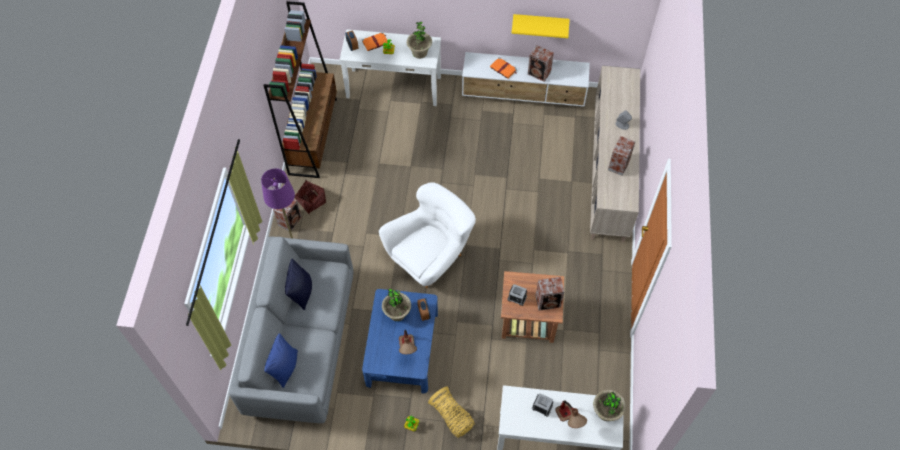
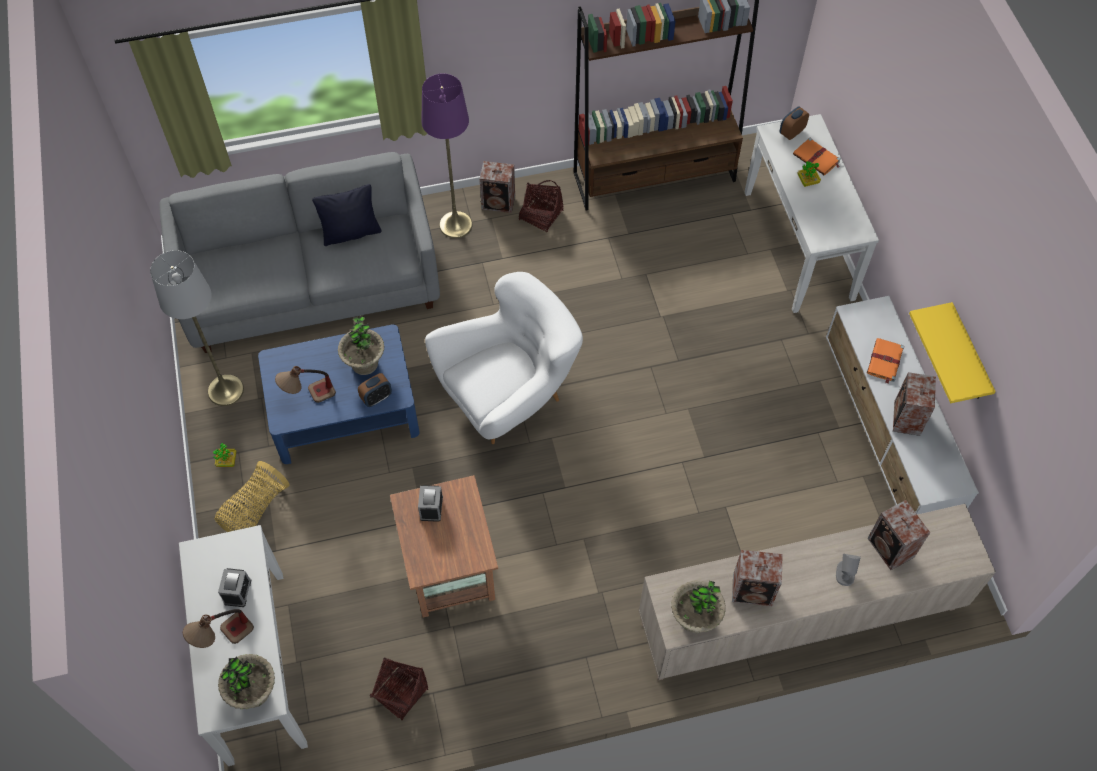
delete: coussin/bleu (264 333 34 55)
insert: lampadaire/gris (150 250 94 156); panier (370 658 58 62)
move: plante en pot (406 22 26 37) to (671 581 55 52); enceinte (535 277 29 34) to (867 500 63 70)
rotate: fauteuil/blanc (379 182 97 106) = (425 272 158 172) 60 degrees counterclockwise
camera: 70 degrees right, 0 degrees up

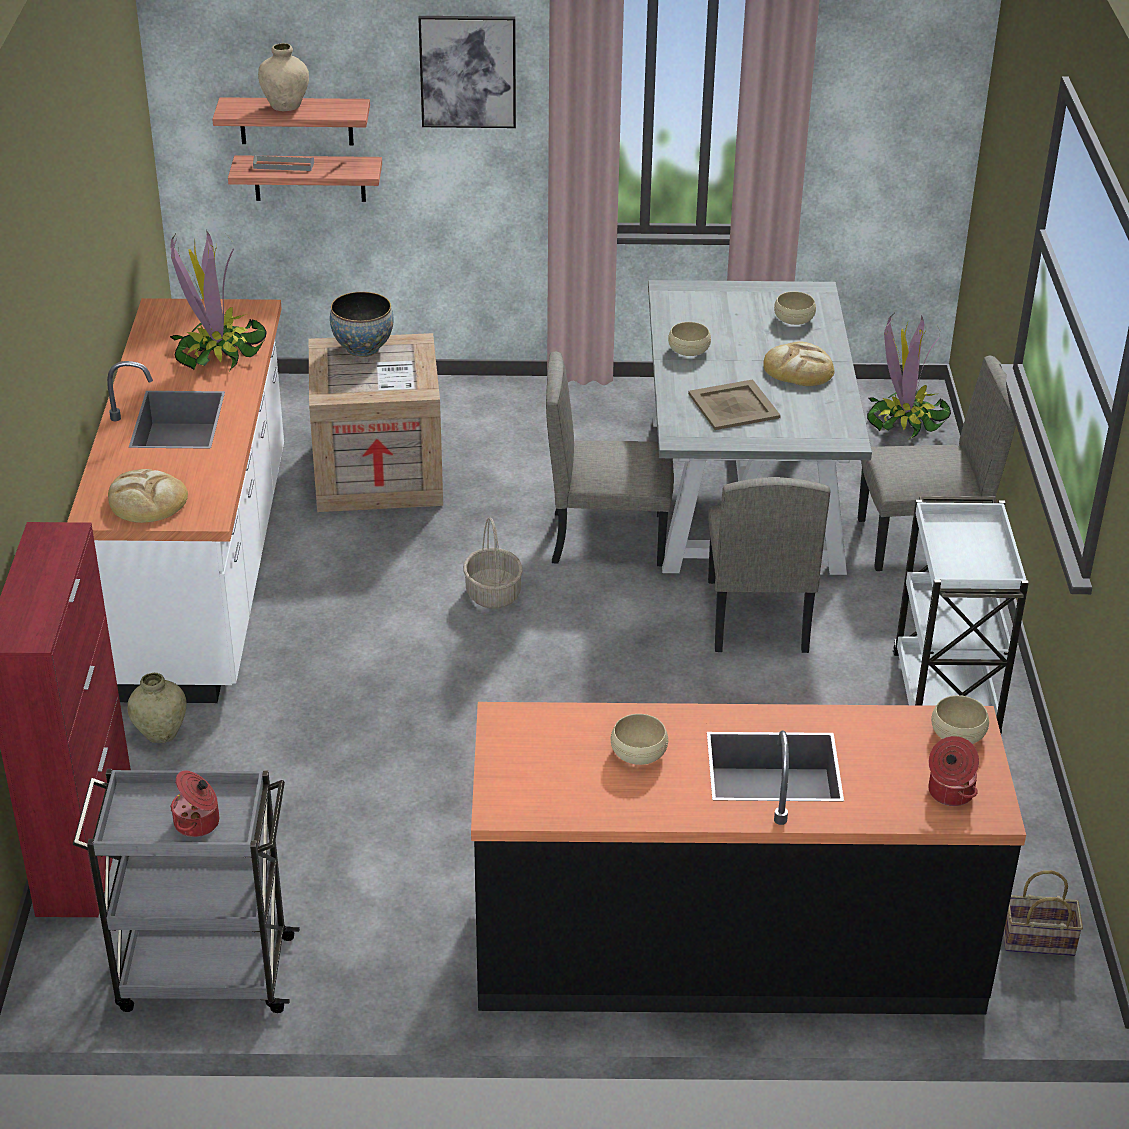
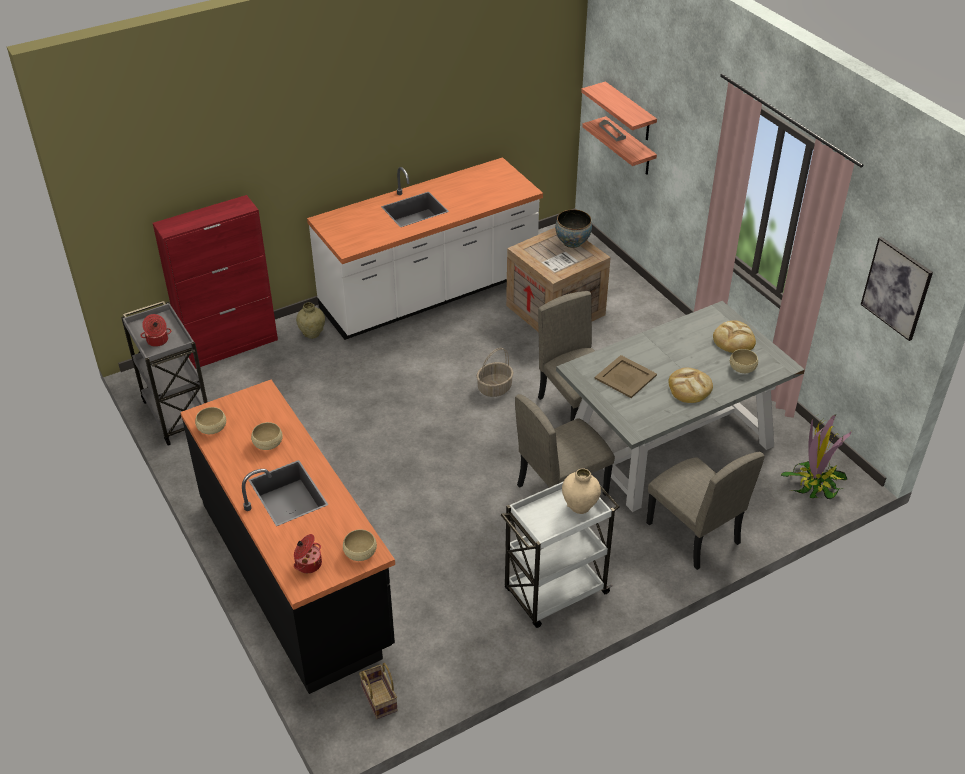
delete: plante en pot (170 230 97 141)
move: bol/beige (668 322 43 34) to (195 407 31 27); vase/beige (258 43 51 68) to (562 468 39 46); pain (108 469 80 54) to (713 320 43 33); tableau (418 16 98 112) to (861 237 72 104)
camera: 60 degrees right, 5 degrees up

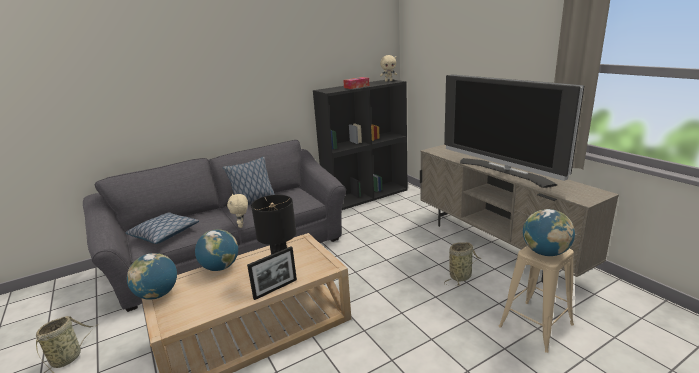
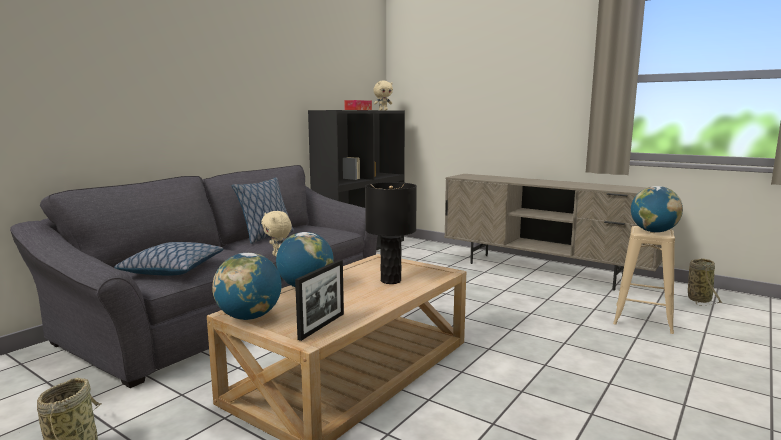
delete: téléviseur (444 74 140 114)
move: cadre photo (247 247 50 53) to (295 260 49 81); panier (444 242 37 44) to (688 258 34 48)
camera: 25 degrees left, 10 degrees down

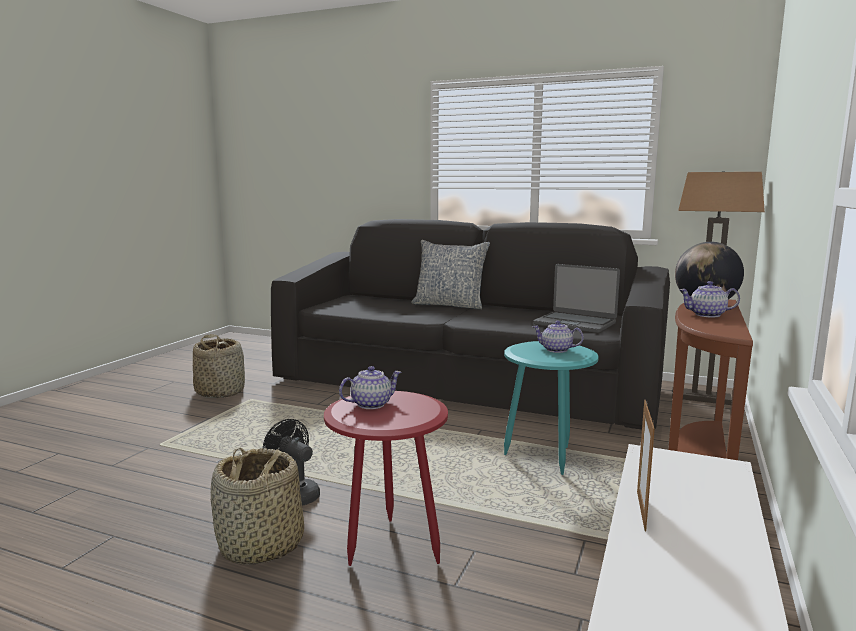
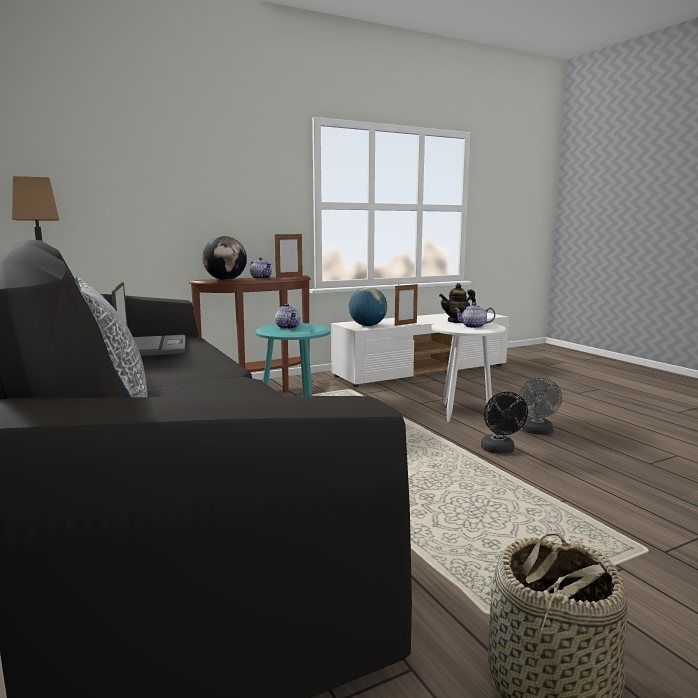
insert: cadre photo (275 234 28 44); globe (349 287 38 39); théière (439 283 37 40)
replace: panier (211 447 93 118) to ventilateur/gris (519 377 43 58)
recolor: table d'appoint/rouge (324 391 124 175) to table d'appoint/blanc (431 321 75 101)
camera: 140 degrees left, 0 degrees up

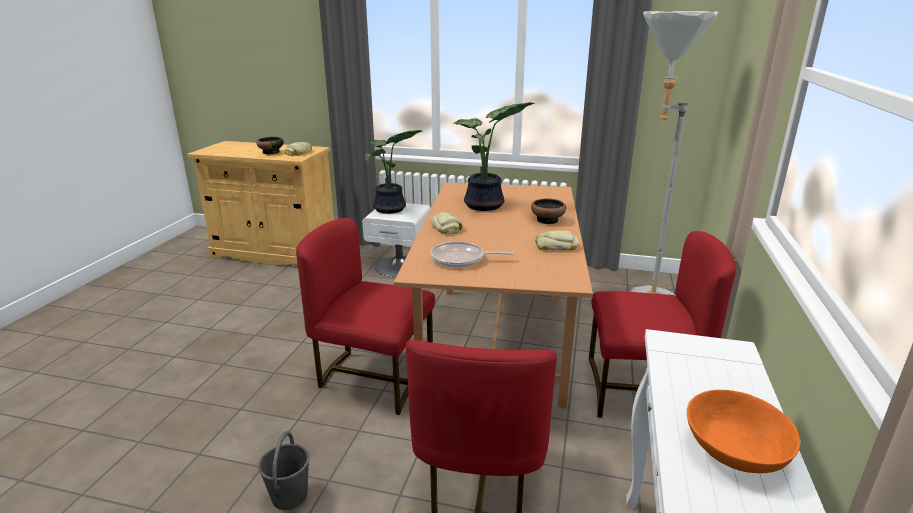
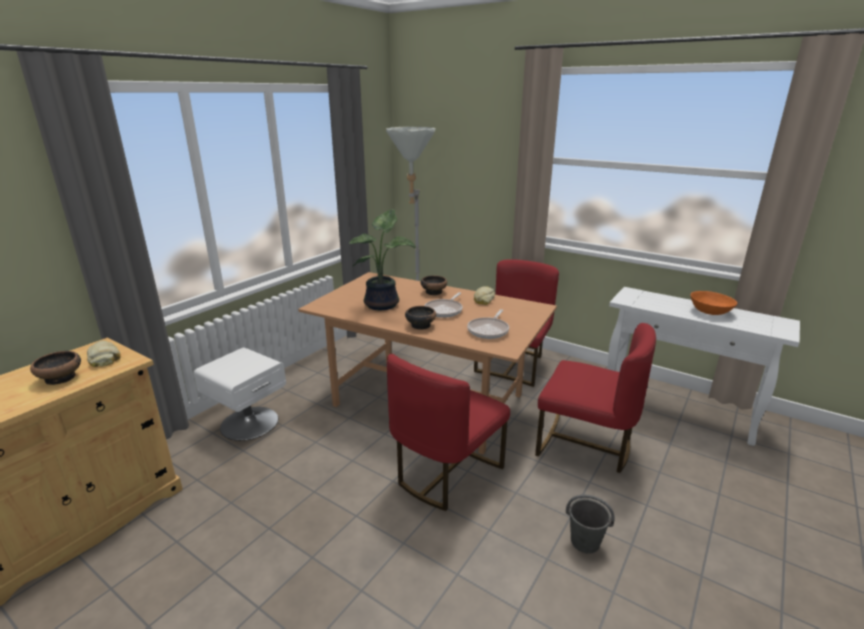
delete: plante en pot (365 130 57 84)
insert: poêle (424 292 39 26)
replace: pain (430 212 33 22) to bol (405 306 31 24)
camera: 70 degrees left, 0 degrees up

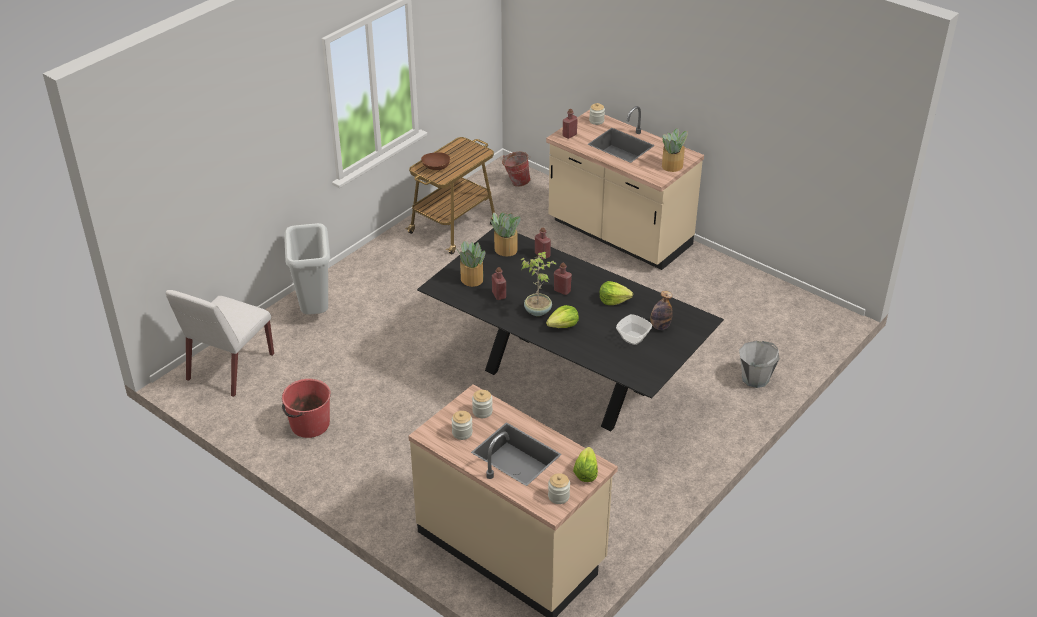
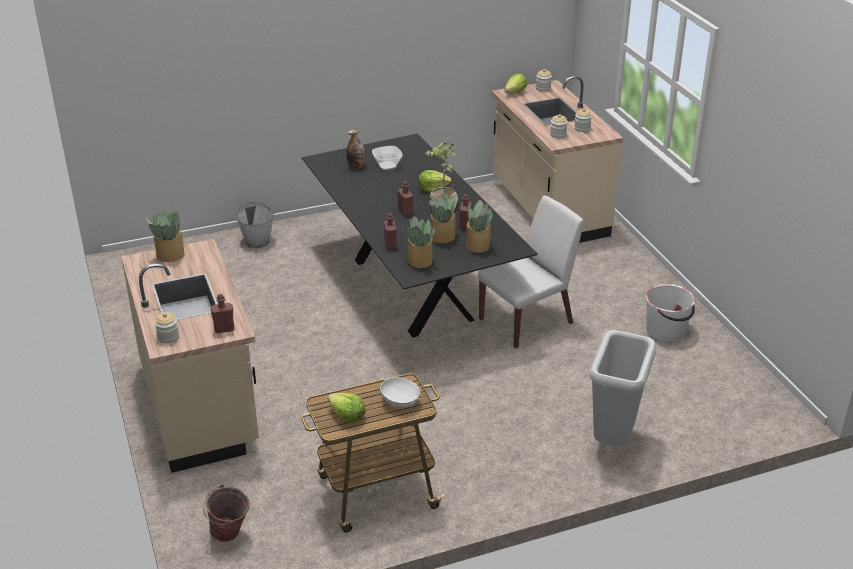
insert: plante en pot (429 192 29 51)
move: laitue (599 281 34 24) to (328 393 38 30); chaise/blanc (166 290 108 107) to (477 196 107 152)
recolor: bol/marron (421 152 29 18) to bol/blanc (380 377 41 31); seau/rouge (282 379 49 59) to seau/blanc (646 284 49 58)
camera: 150 degrees left, 5 degrees down

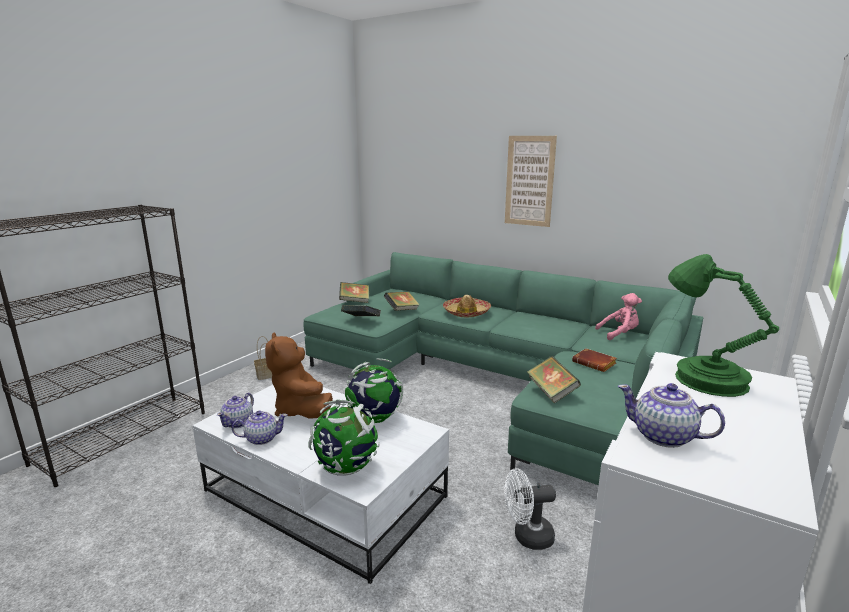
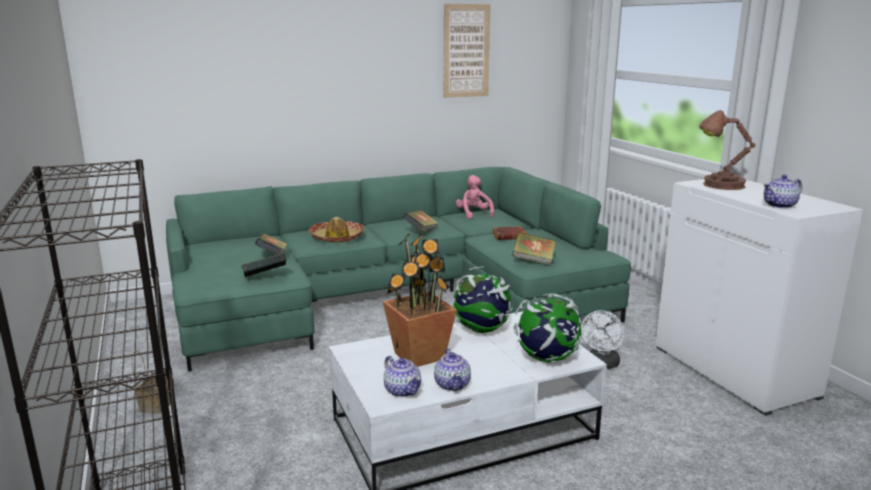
move: livre (339 282 30 21) to (403 210 36 22); tableau (505 136 52 91) to (444 4 46 94)
replace: peluche/marron (265 332 68 87) to plante en pot (382 231 75 136)
recolor: lampe de table/vert (668 254 111 143) to lampe de table/marron (699 110 56 80)
rotate: théière (232 411 56 34) = (434 349 37 42) 150 degrees clockwise; peluche/rose (595 293 47 47) = (456 175 38 44) 45 degrees counterclockwise
camera: 55 degrees left, 0 degrees up

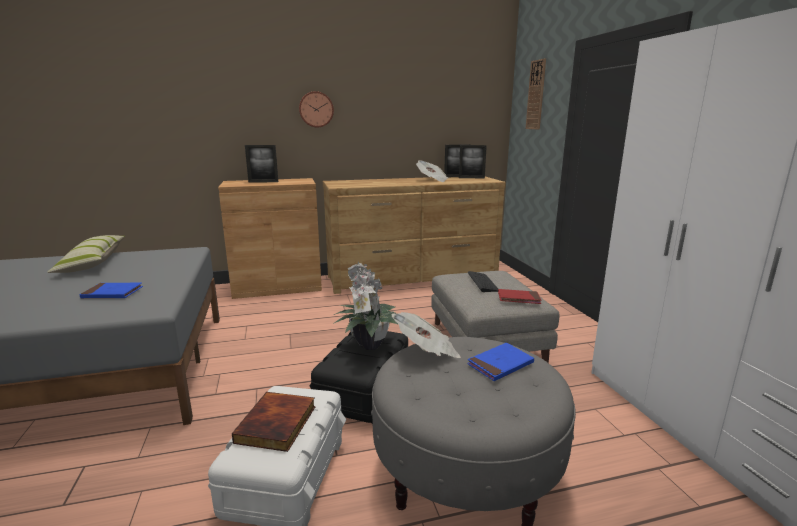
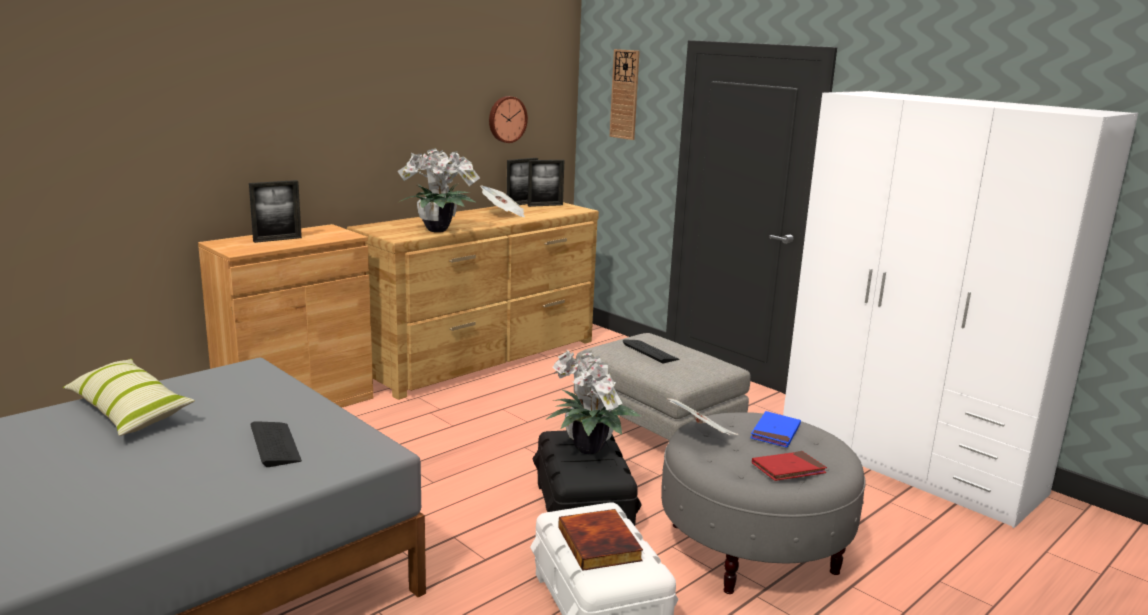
insert: plante en pot (397 148 83 84)
move: horloge murale (299 91 35 37) to (489 96 39 47); livre/rouge (498 289 44 15) to (752 451 75 30)
replace: livre/bleu (80 283 63 15) to clavier (250 421 52 46)
camera: 30 degrees left, 0 degrees up

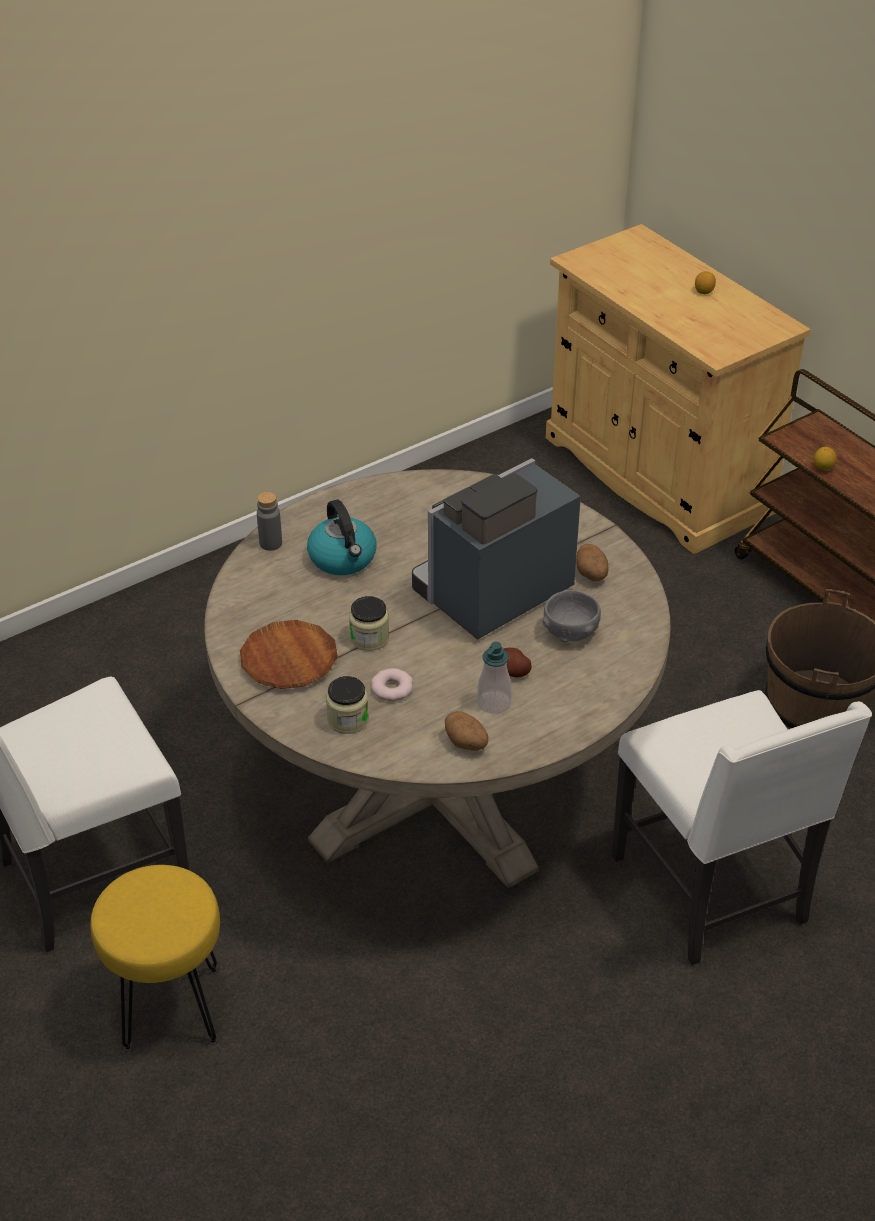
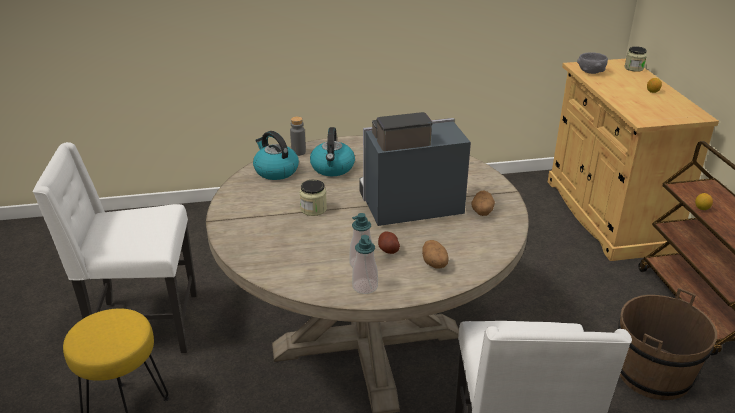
delete: assiette/marron (240 620 98 69); beignet (371 668 42 33)
insert: bouilloire (253 131 46 49); distributeur de savon (352 235 26 59)
move: pomme de terre (445 711 43 40) to (422 240 27 29); bol/gris (543 590 58 53) to (577 52 31 22); bocal (326 676 42 58) to (624 46 23 26)
camera: 25 degrees right, 10 degrees down

